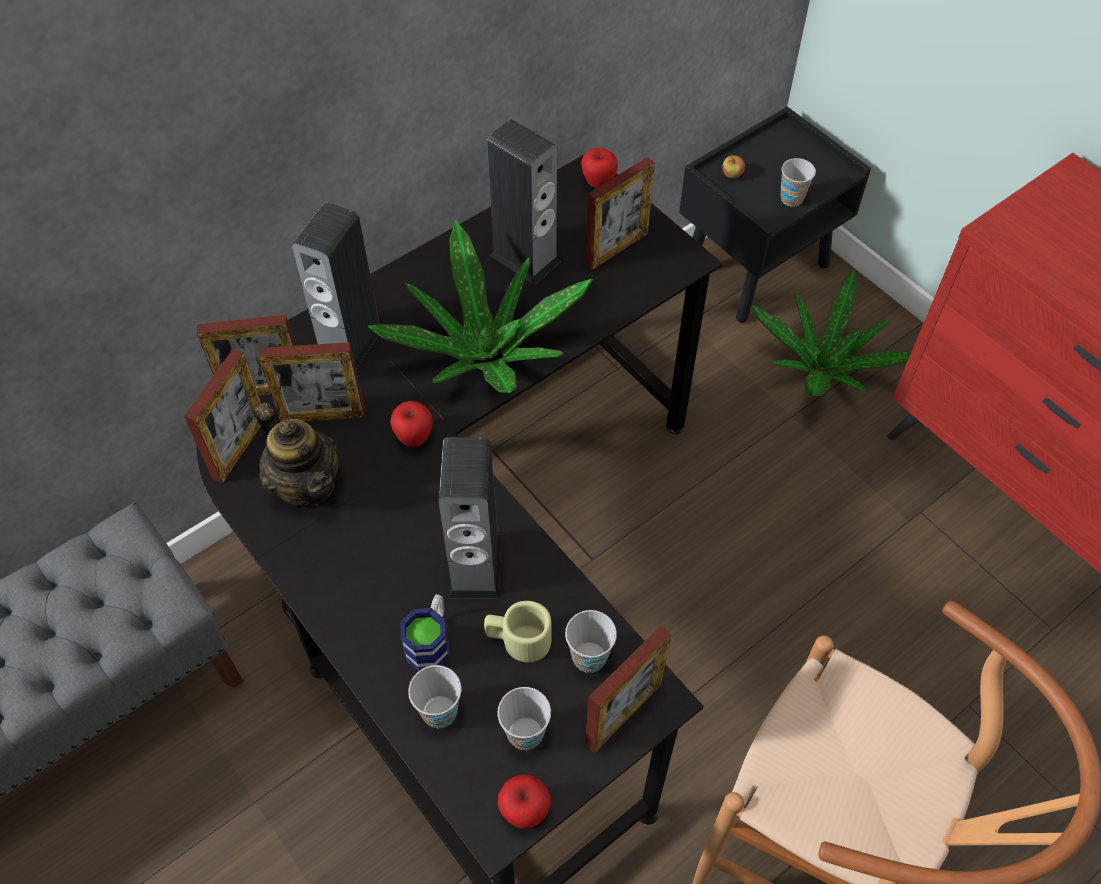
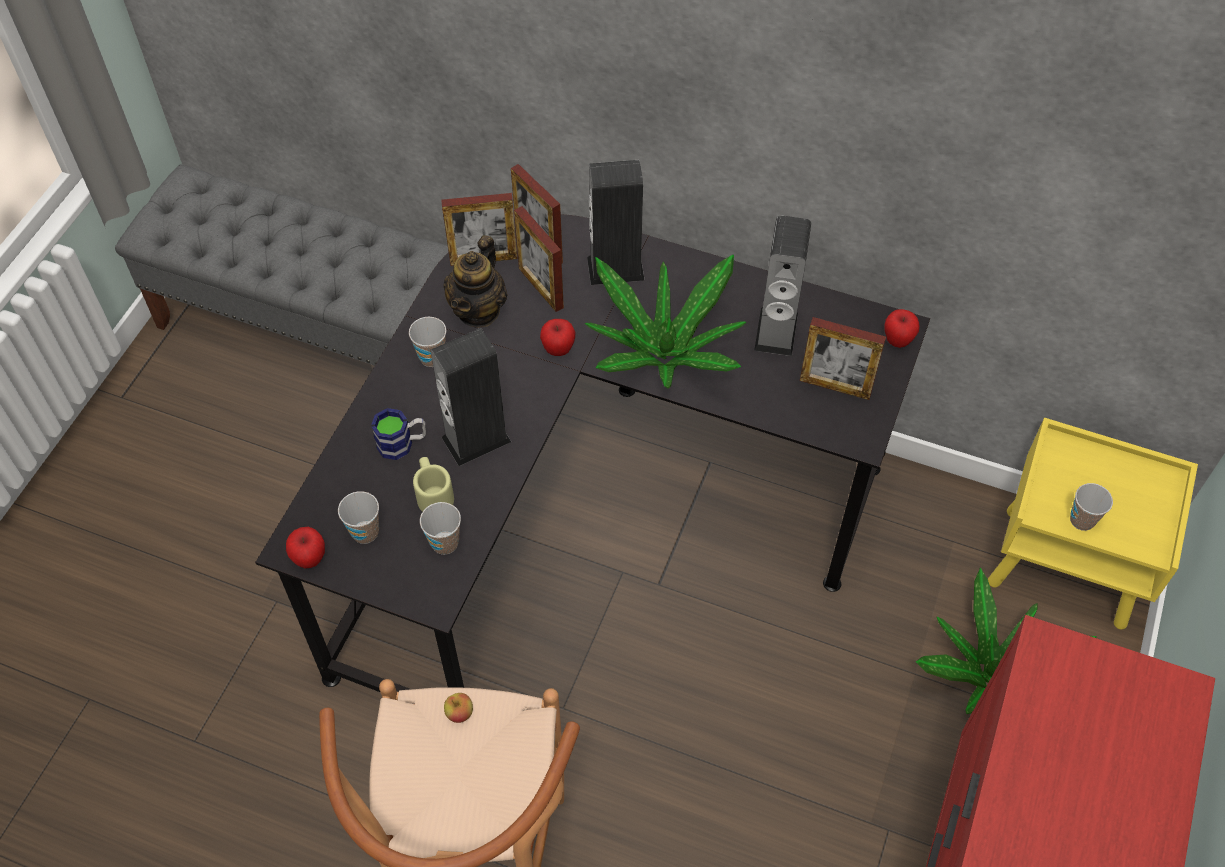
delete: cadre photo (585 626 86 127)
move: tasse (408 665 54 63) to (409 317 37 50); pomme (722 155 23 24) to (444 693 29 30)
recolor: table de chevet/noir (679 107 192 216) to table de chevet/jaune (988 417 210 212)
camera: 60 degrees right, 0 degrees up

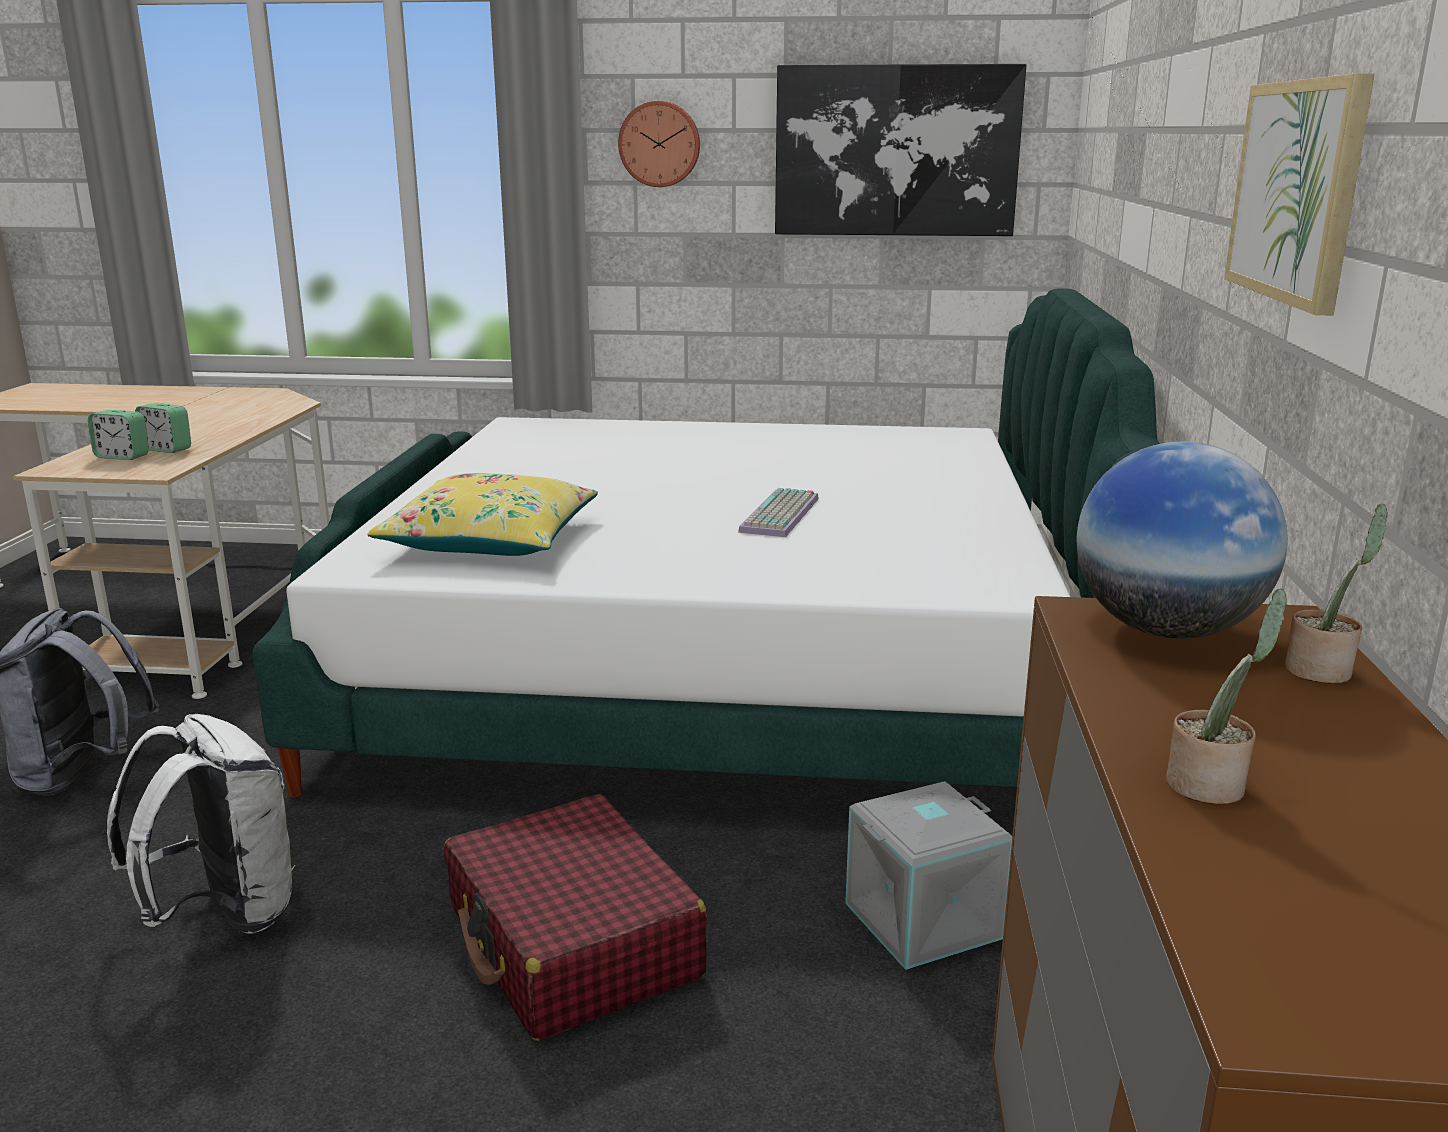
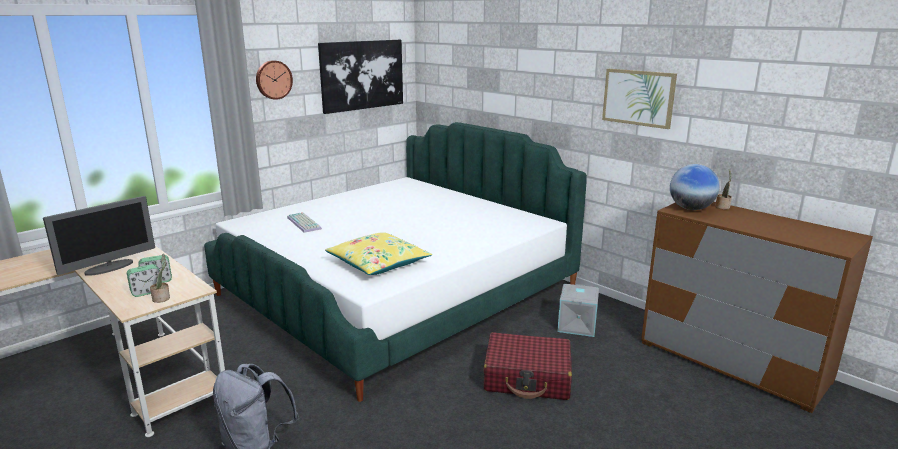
delete: sac à dos/blanc (107 714 188 220)
insert: écran d'ordinateur (43 196 112 80)
move: plante en pot (1166 589 121 215) to (150 254 20 49); clavier (738 488 81 49) to (287 212 35 21)
camera: 50 degrees left, 0 degrees up

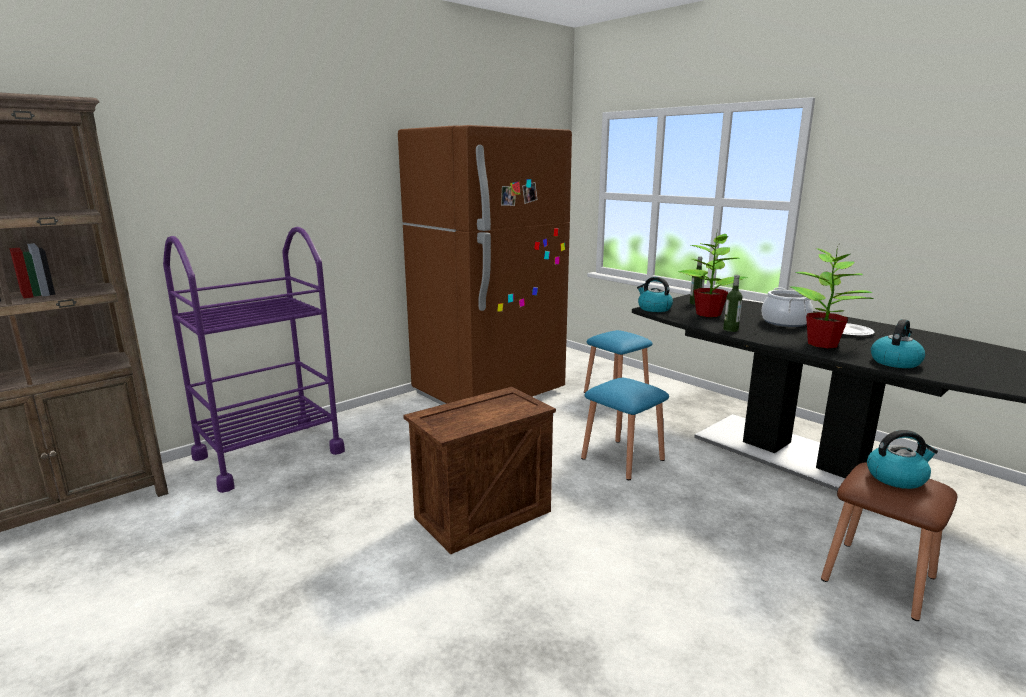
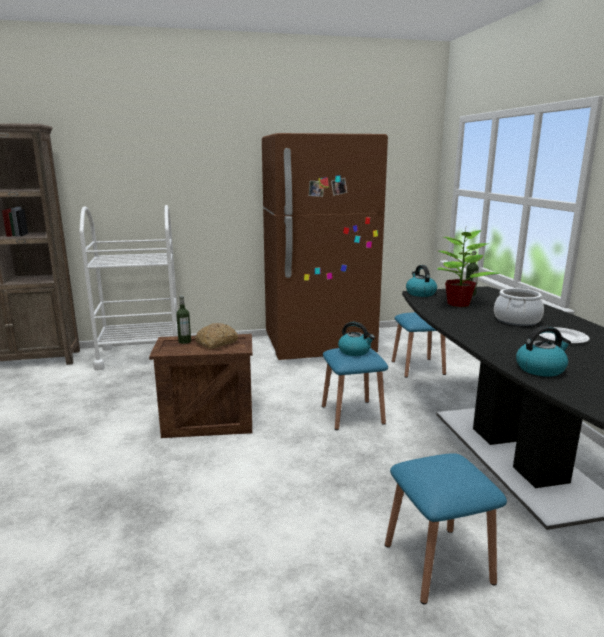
delete: plante en pot (790 245 84 103)
insert: pain (195 323 43 26)
move: bouteille (723 275 19 57) to (176 295 15 49); bouilloire (867 430 71 59) to (338 322 37 34)
recolor: chariot/violet (163 227 182 266) to chariot/blanc (79 205 99 165); tabouret/marron (821 462 136 159) to tabouret/bleu (385 453 122 151)
camera: 30 degrees right, 0 degrees up

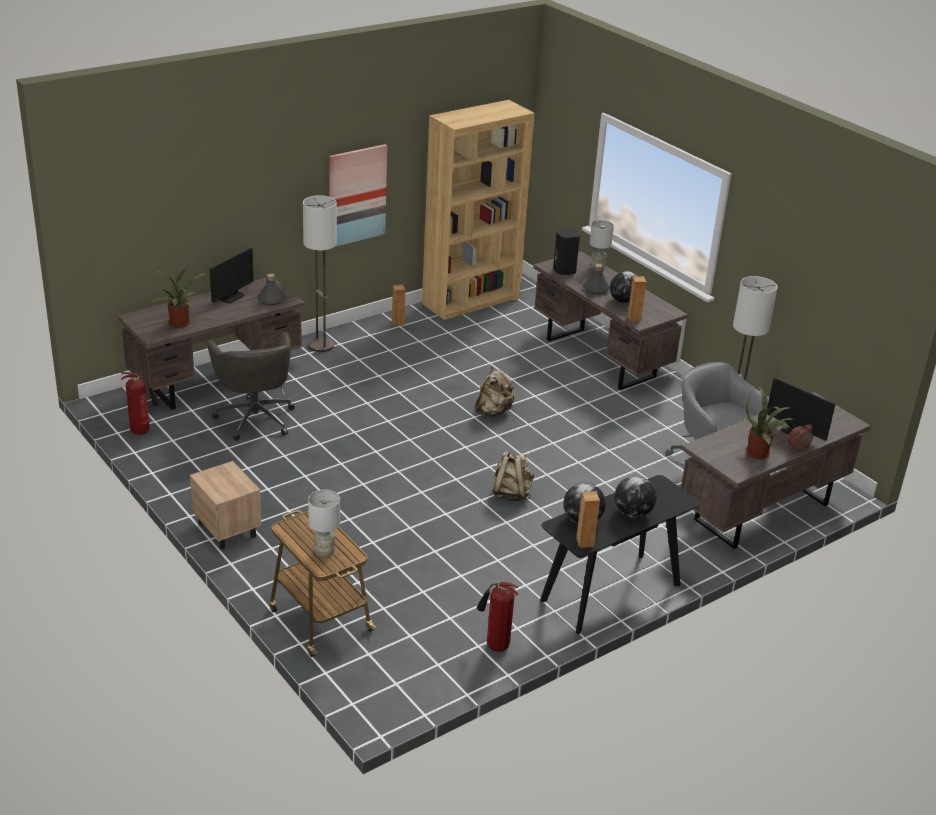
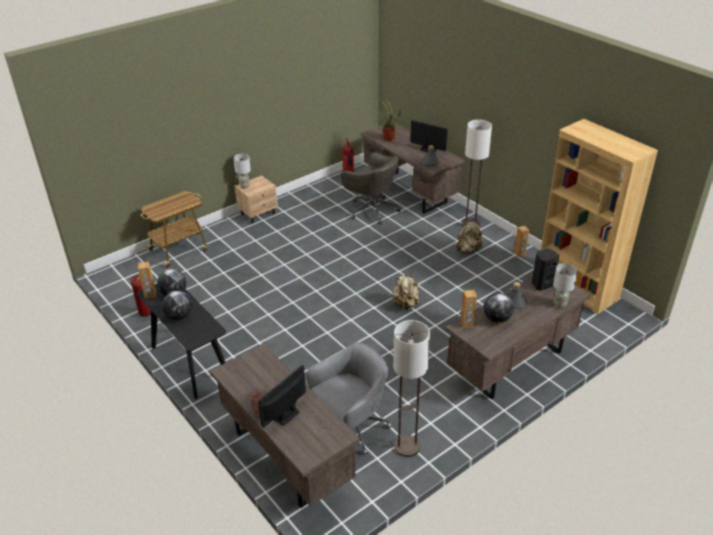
delete: tableau (329 144 58 103); plante en pot (743 387 49 72)
move: lampe de table/gris (308 490 32 67) to (233 154 18 35); sac à dos/beige (493 451 41 50) to (456 220 27 34)
rotate: chaise de bureau/gris (207 332 88 109) = (341 152 60 72) 120 degrees counterclockwise
camera: 90 degrees right, 5 degrees up

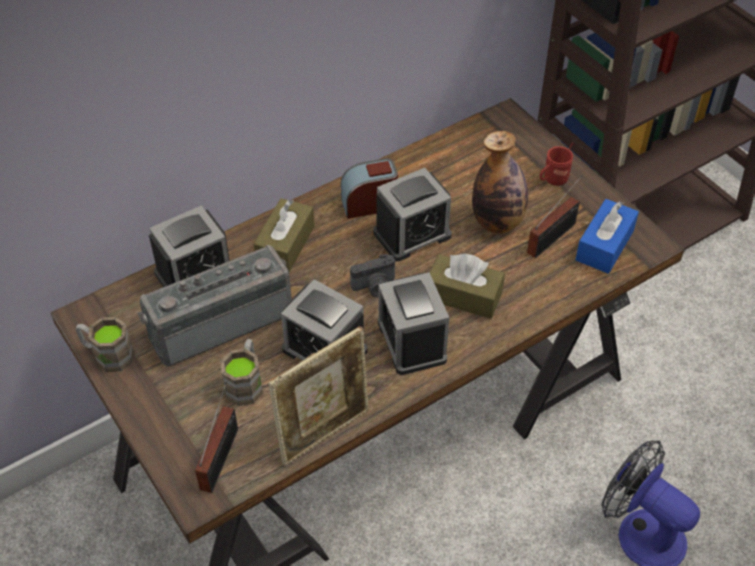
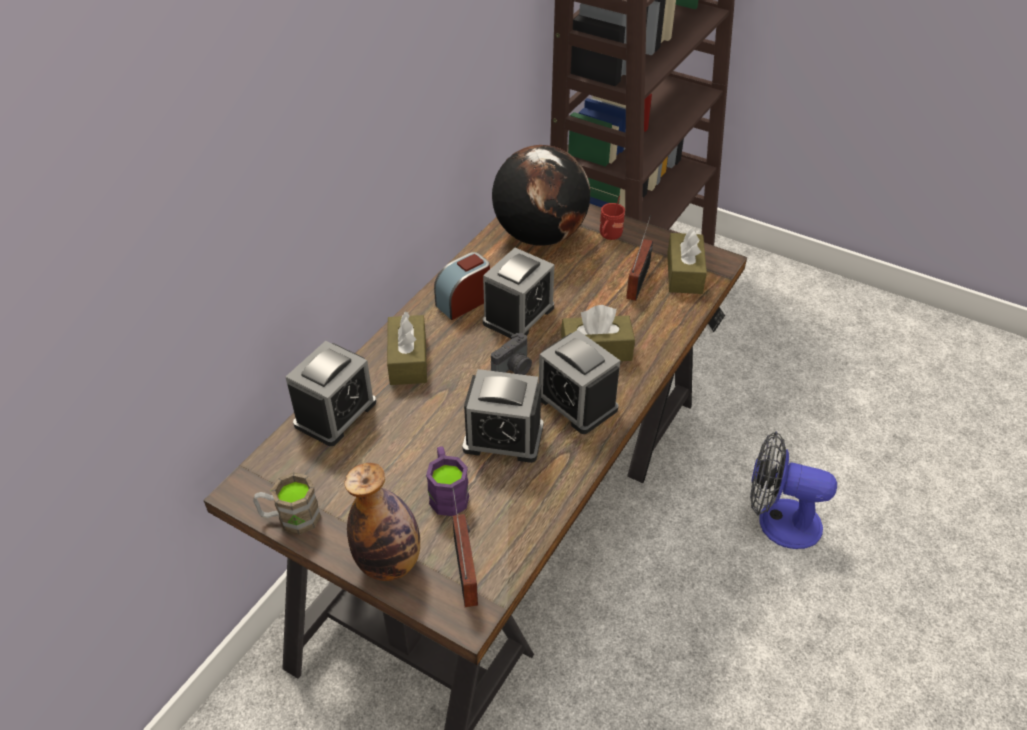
delete: radio (138 245 154 122); cadre photo (269 326 100 140)
insert: globe (492 145 99 100)
move: bouteille (472 131 56 102) to (344 463 76 118)
recolor: mug/marron (220 339 43 67) to mug/violet (426 446 43 70); boîte à mouchoirs/bleu (575 199 64 75) to boîte à mouchoirs/marron (667 227 40 67)
camera: 25 degrees left, 5 degrees down

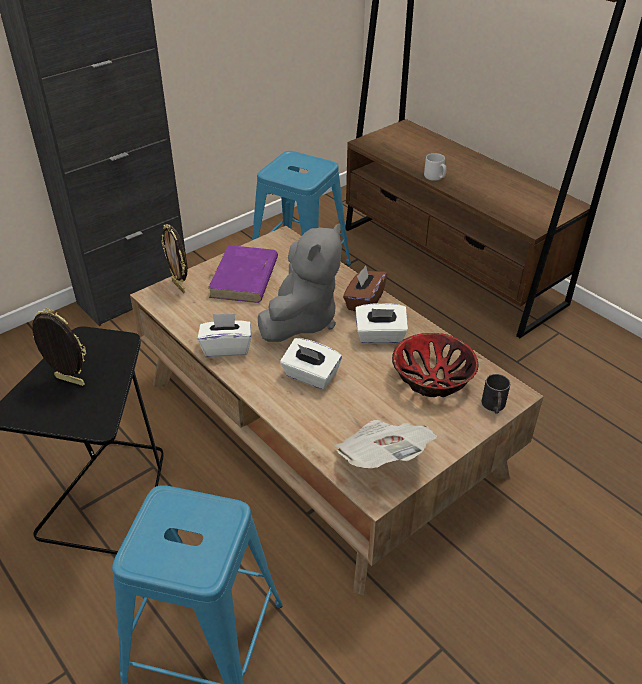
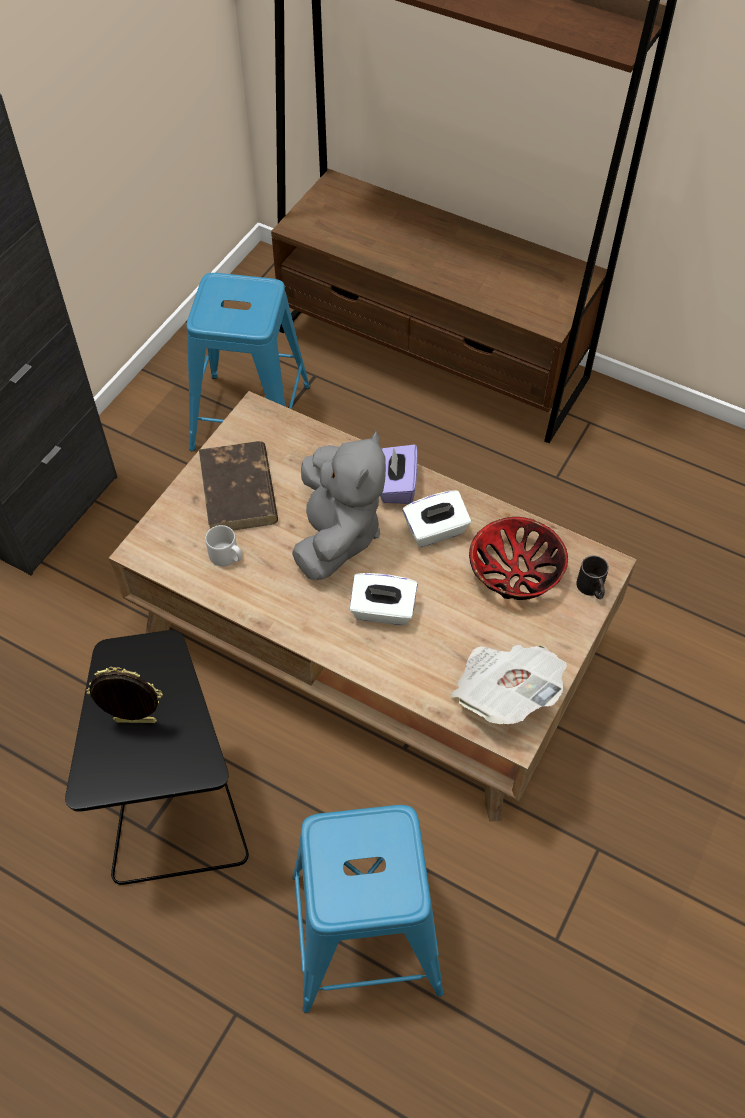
delete: cadre photo (161 224 27 69); boîte à mouchoirs/blanc (198 314 53 43)
move: mug/gris (424 153 22 28) to (205 525 37 42)
recolor: livre/violet (208 245 70 58) to livre/marron (199 441 79 90); boîte à mouchoirs/marron (343 265 44 46) to boîte à mouchoirs/violet (380 444 38 60)
camera: 20 degrees left, 15 degrees up

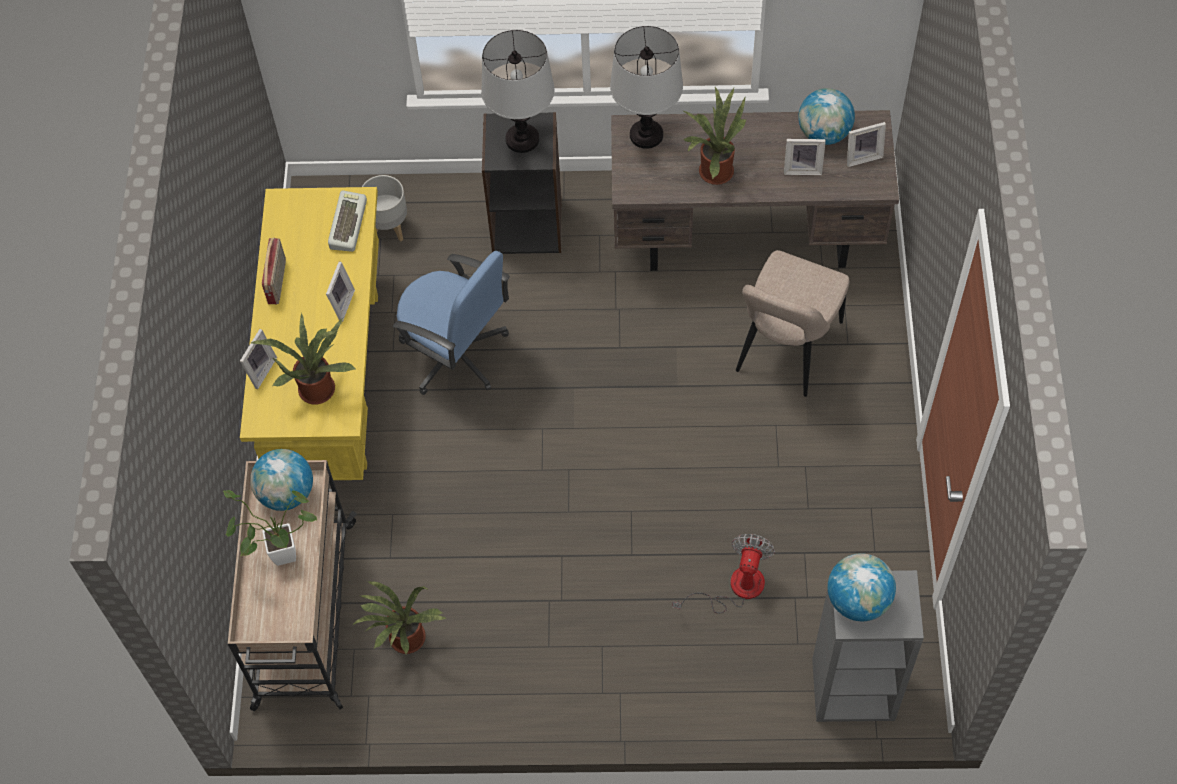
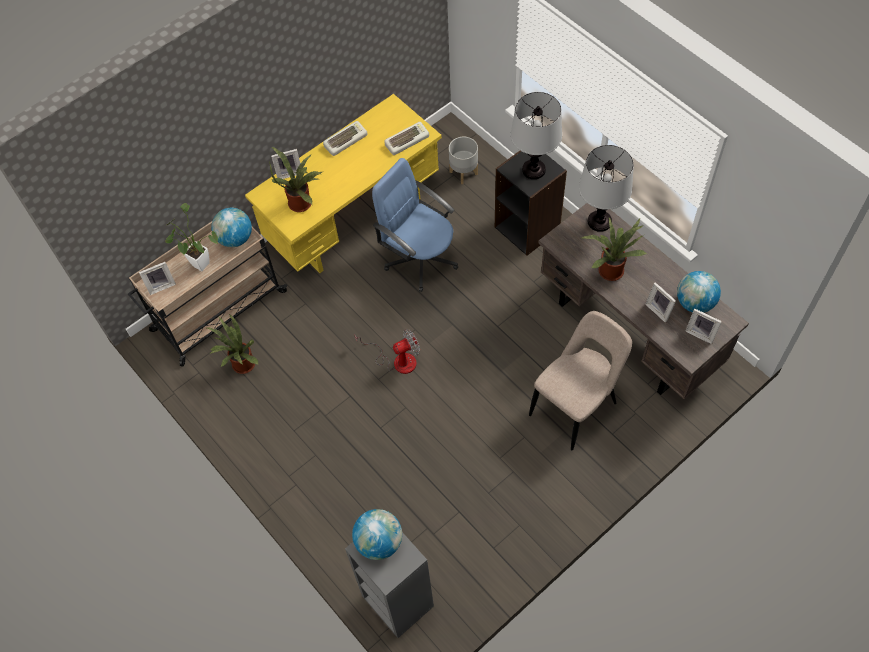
move: cadre photo (326 262 29 60) to (139 262 37 33); ventilateur (672 534 103 79) to (354 329 66 45)
replace: radio (262 238 24 66) to clavier (323 121 44 35)
rotate: chaise de bureau/bleu (393 251 117 144) = (372 158 87 134) 135 degrees clockwise; chaise/beige (736 250 114 147) = (529 311 103 139) 150 degrees clockwise
camera: 50 degrees right, 0 degrees up

